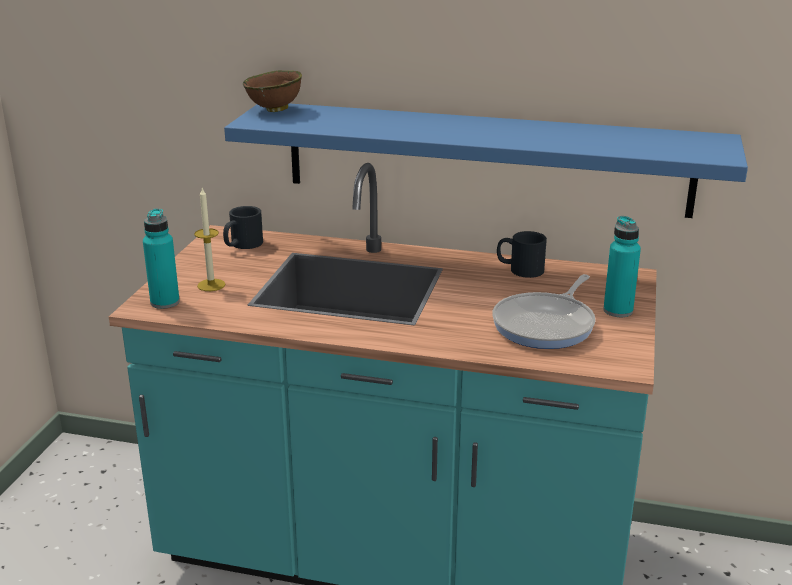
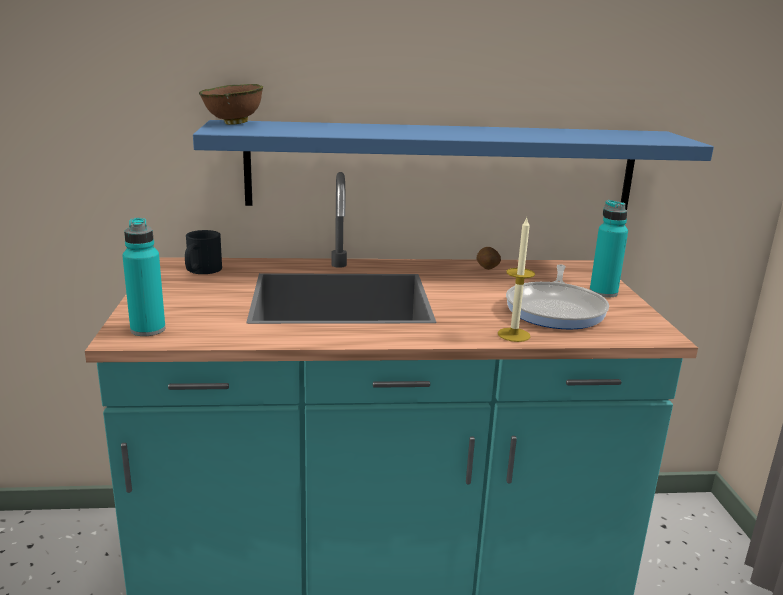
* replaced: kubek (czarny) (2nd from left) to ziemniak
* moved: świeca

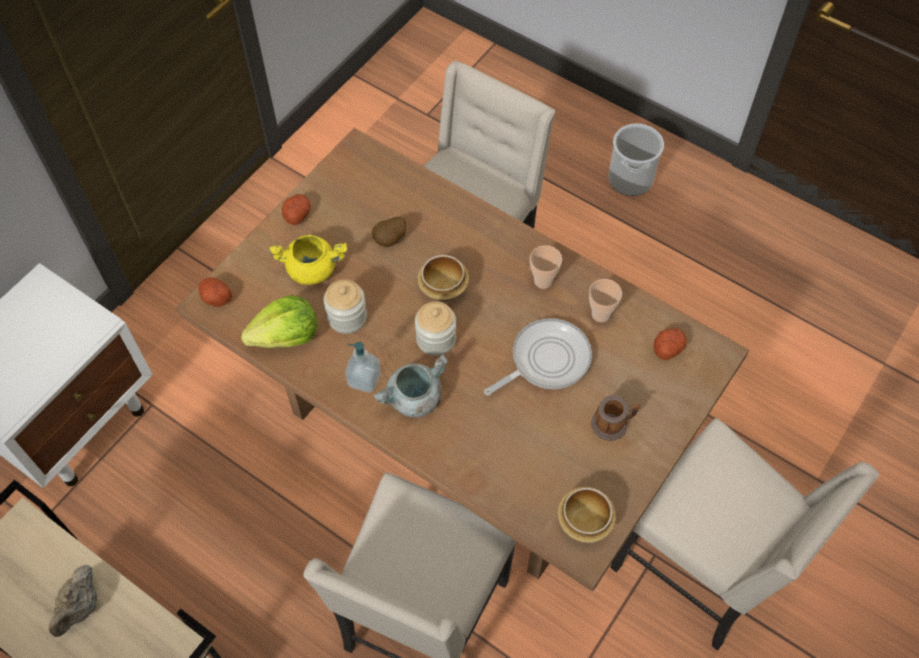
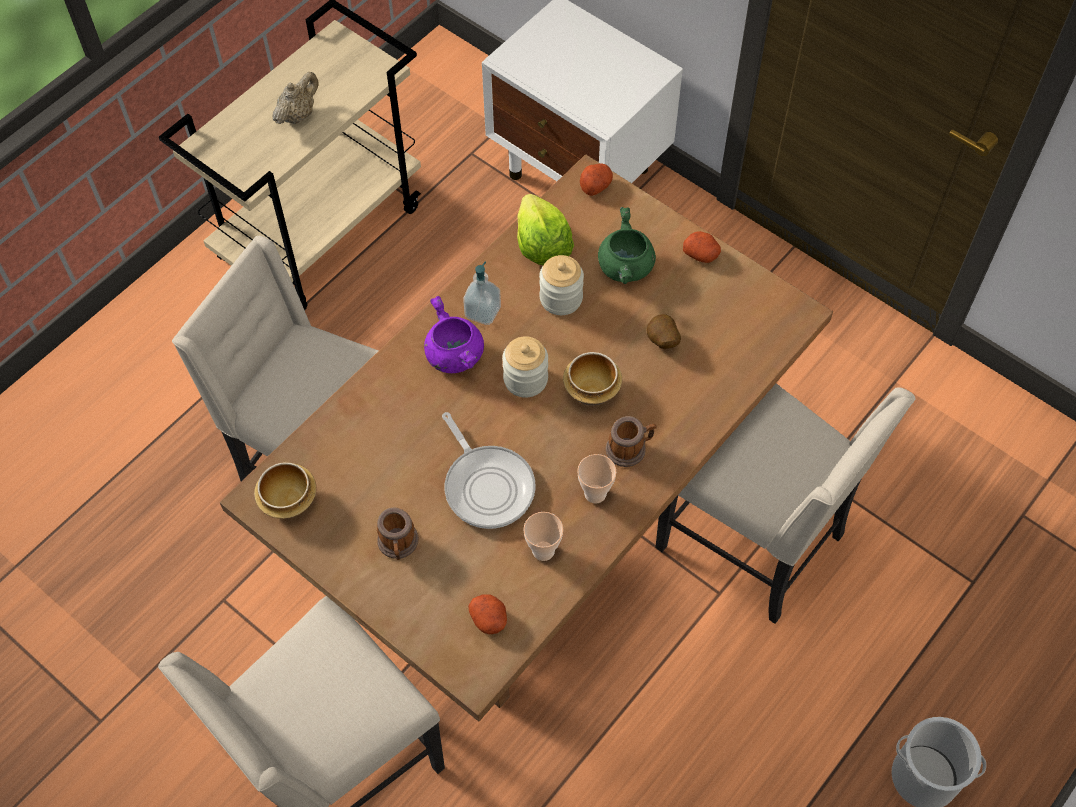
* turned: imbryk (beżowy) 105 degrees clockwise
* recoloured: garnek (szary) to garnek (fioletowy)
* recoloured: garnek (żółty) to garnek (zielony)
* added: kubek (2nd from left)

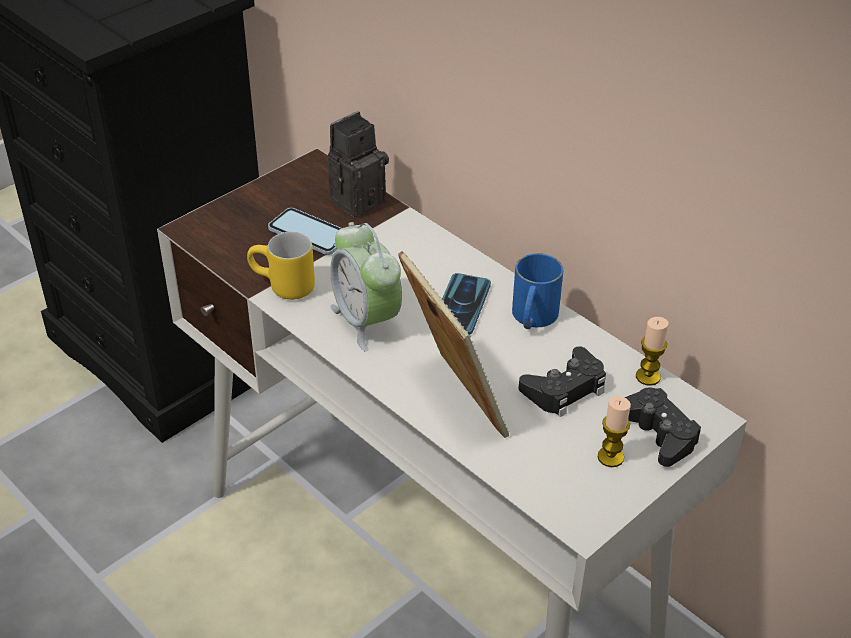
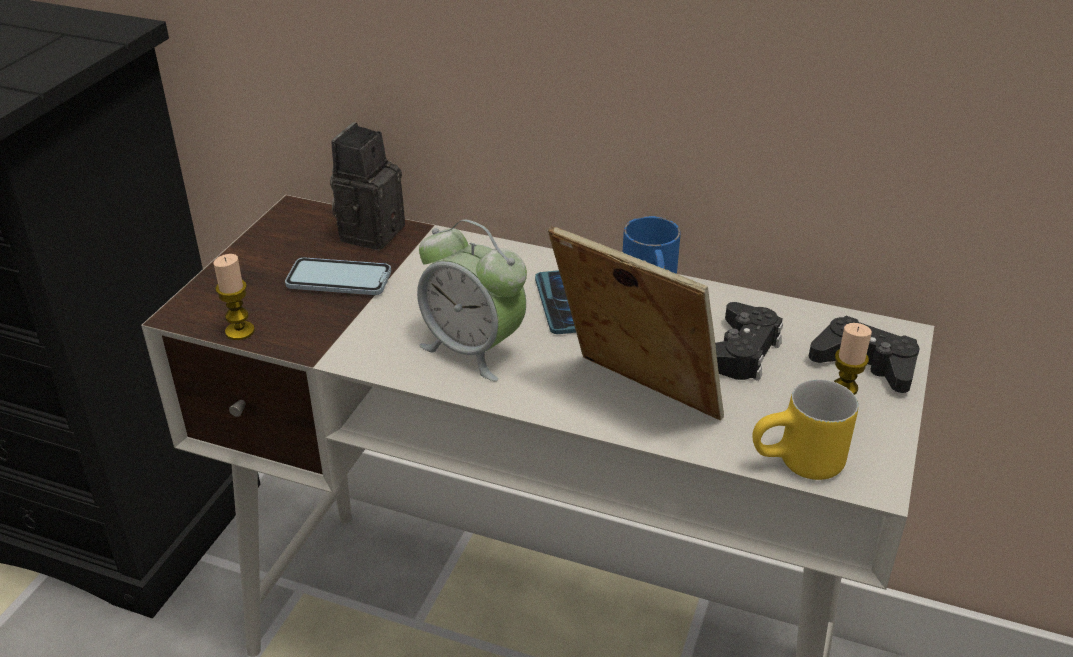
* moved: świeca (2nd from left in the first image) to świeca (1st from left)
* moved: kubek (żółty)

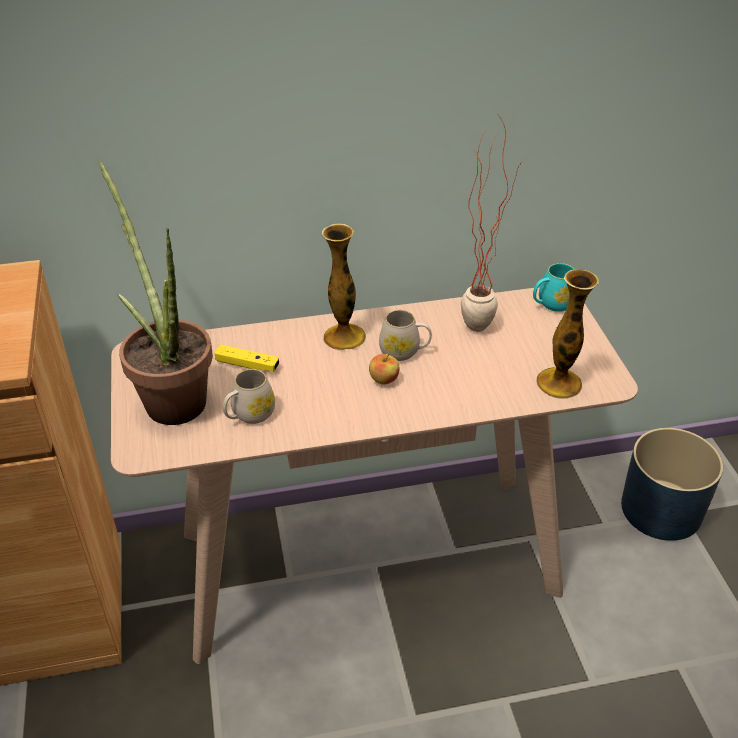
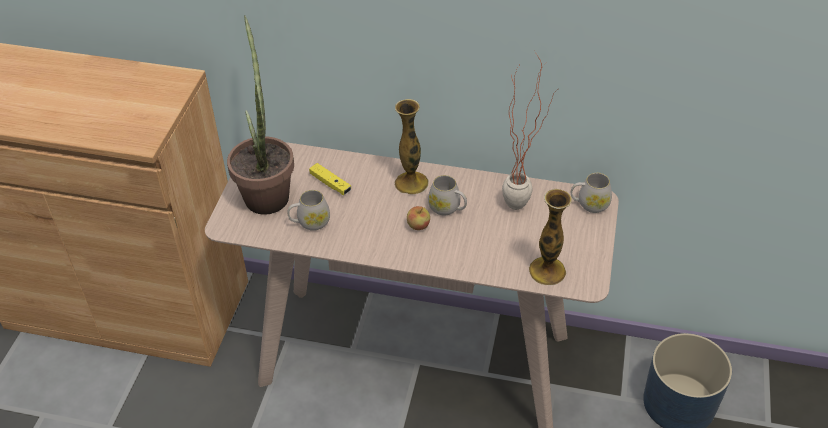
* recoloured: kubek (turkusowy) to kubek (biały) (3rd from left)

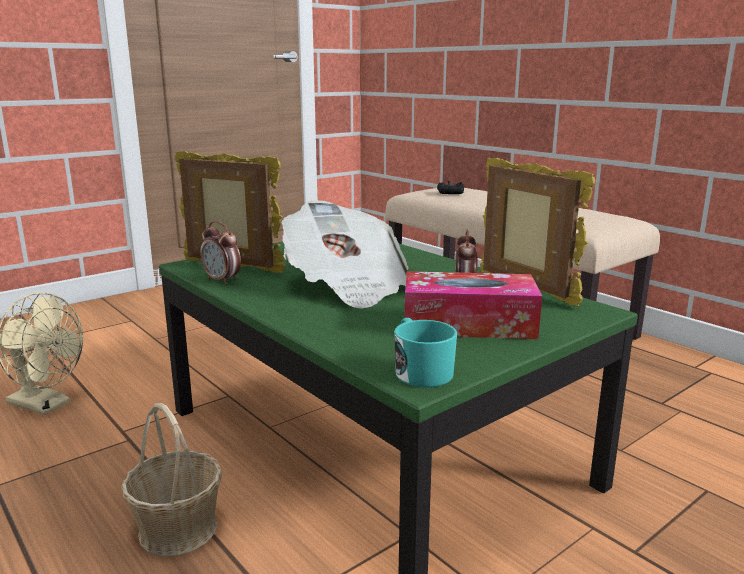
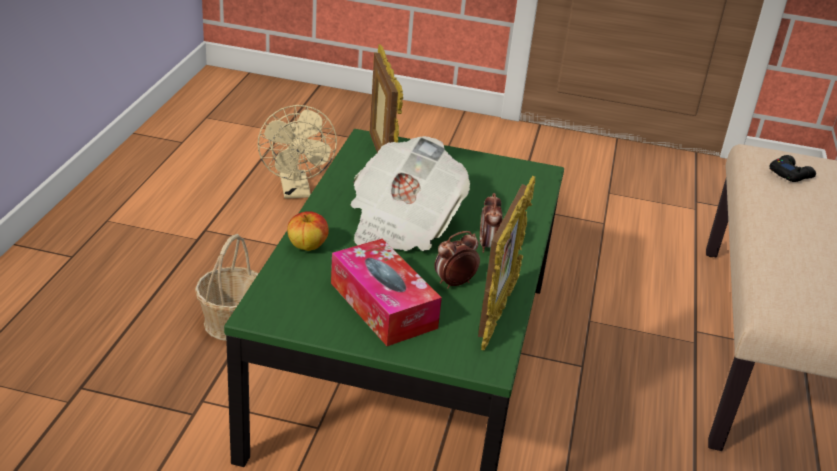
* added: jabłko
* moved: budzik (1st from left in the first image) to budzik (2nd from left)
* removed: kubek (turkusowy)

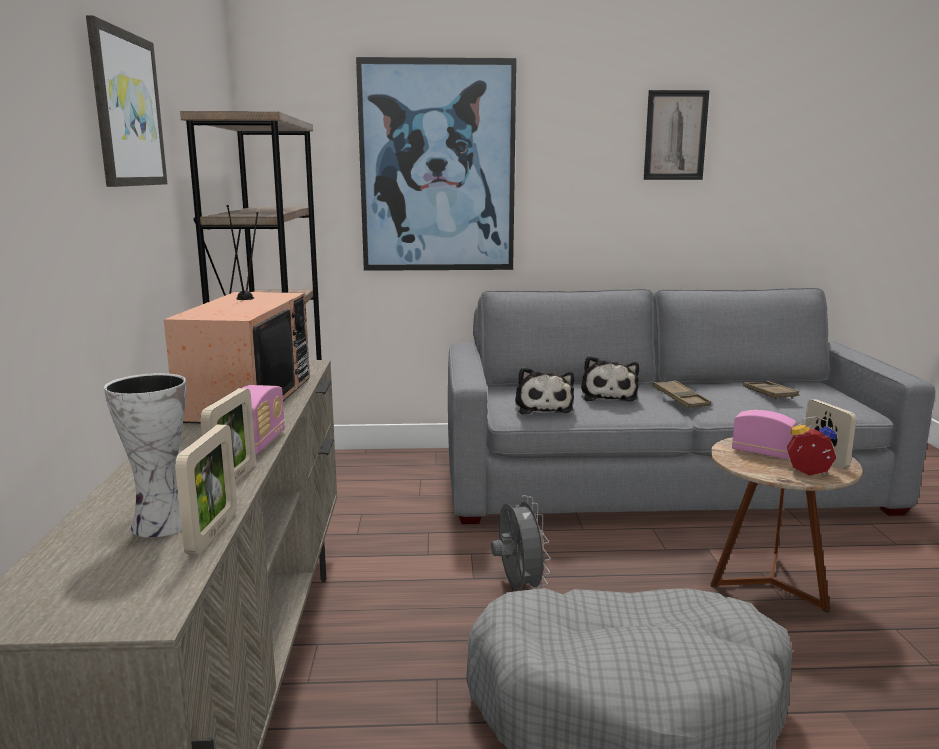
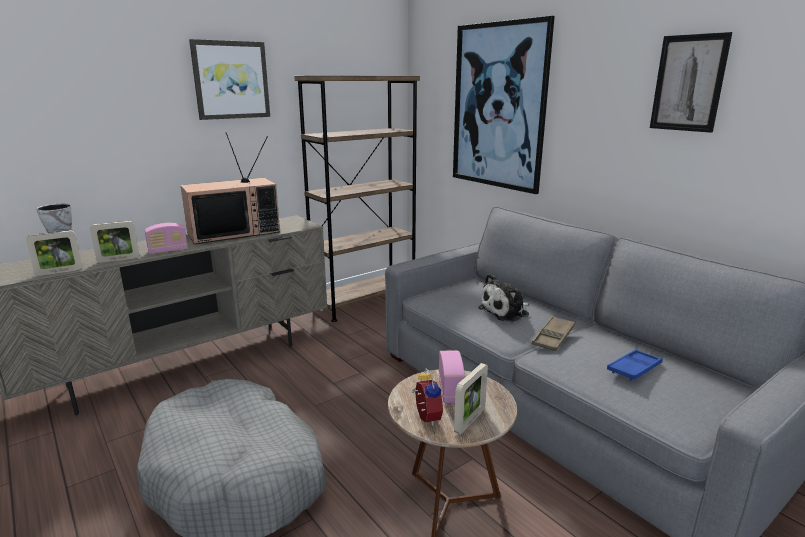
* recoloured: taca (brązowy) (2nd from left) to taca (niebieski)
* removed: wentylator (szary)
* removed: pluszak (1st from left)

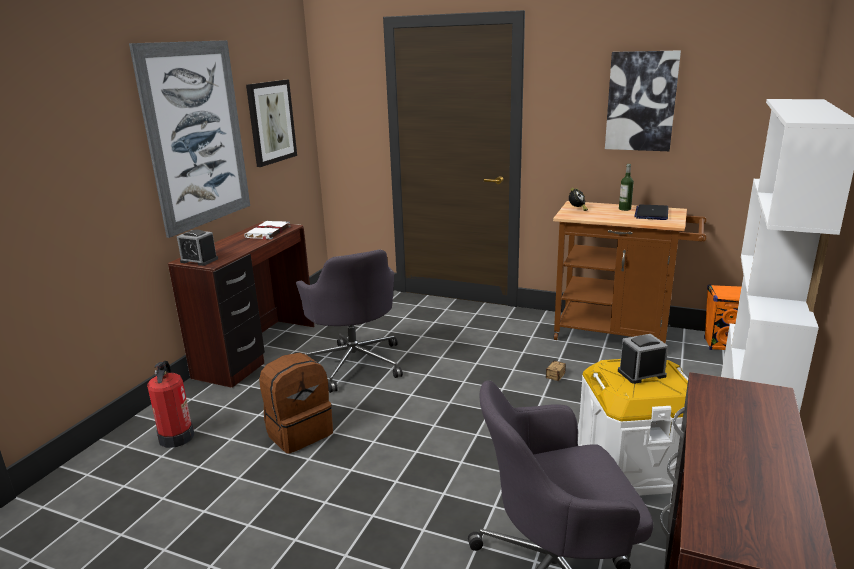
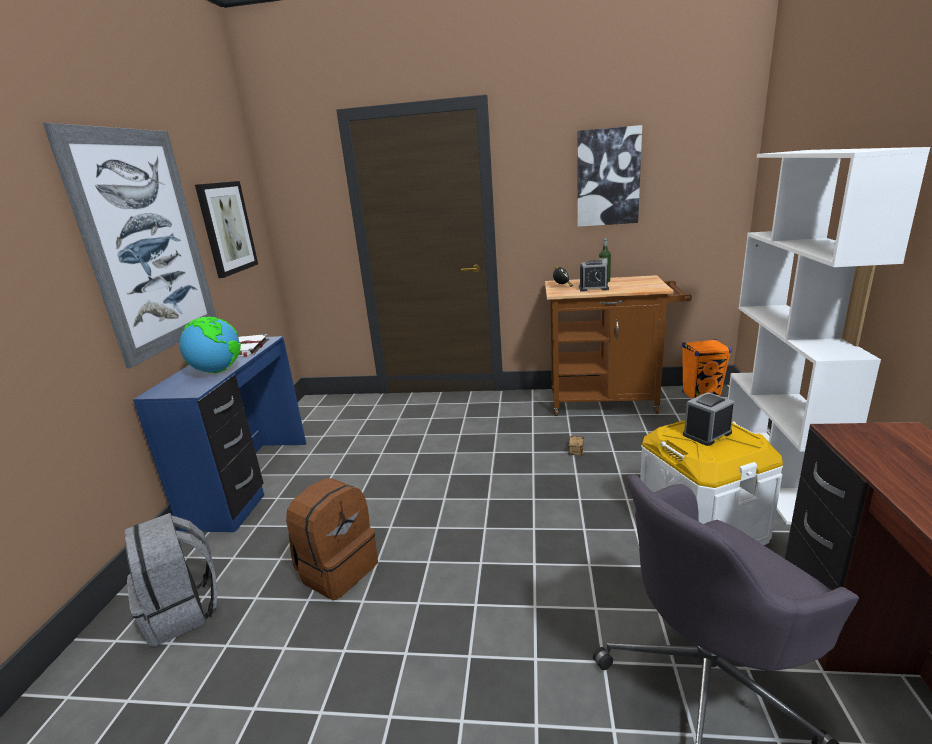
* replaced: gaśnica to plecak (szary)
* recoloured: biurko (brązowy) (1st from left) to biurko (niebieski)
* added: globus
* moved: budzik (1st from left in the first image) to budzik (2nd from left)
* removed: krzesło biurowe (szary) (1st from left)
* removed: laptop

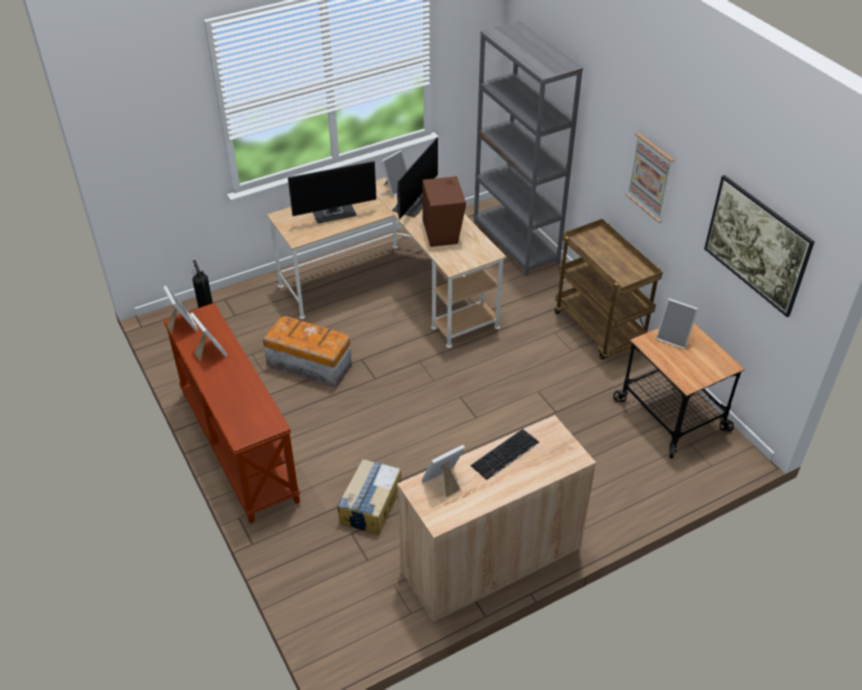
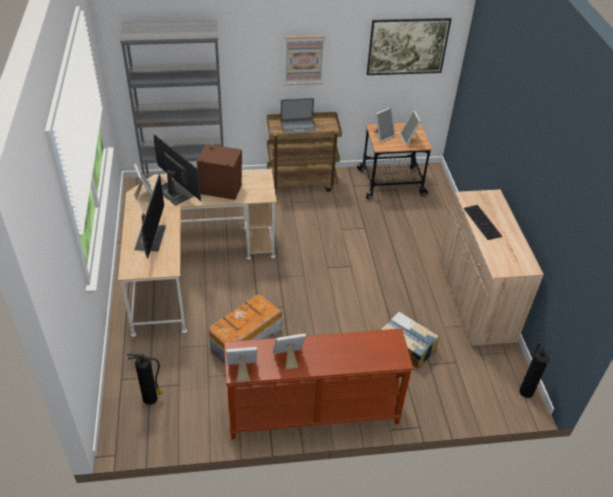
* added: laptop
* moved: ramka na zdjęcie (4th from left in the first image) to ramka na zdjęcie (5th from left)
* added: gaśnica (2nd from left)

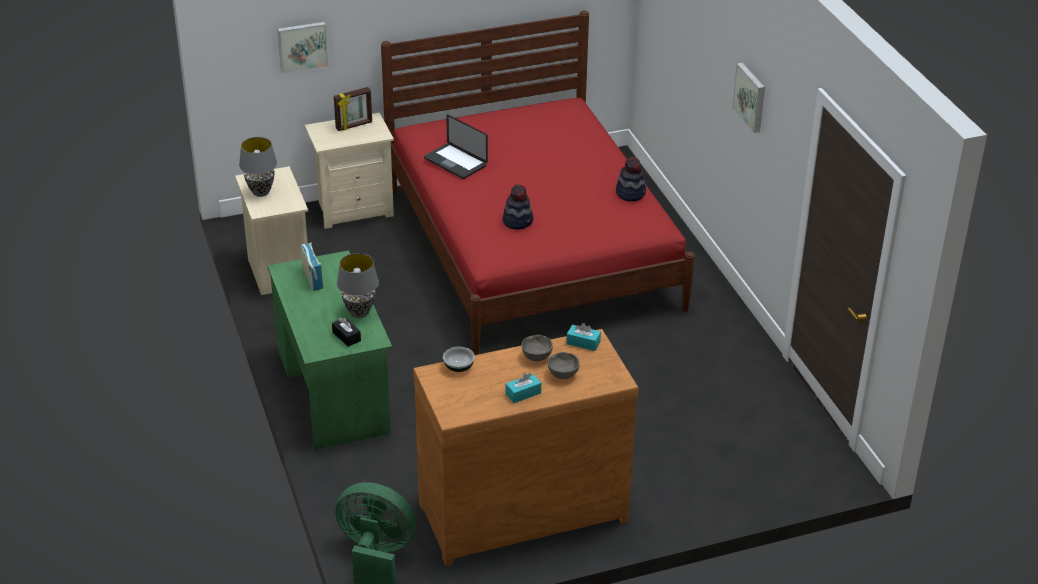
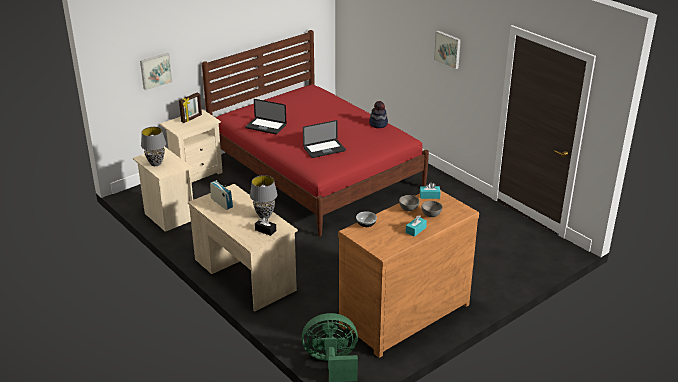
* recoloured: biurko (zielony) to biurko (beżowy)
* replaced: kapelusz (1st from left) to laptop (2nd from left)

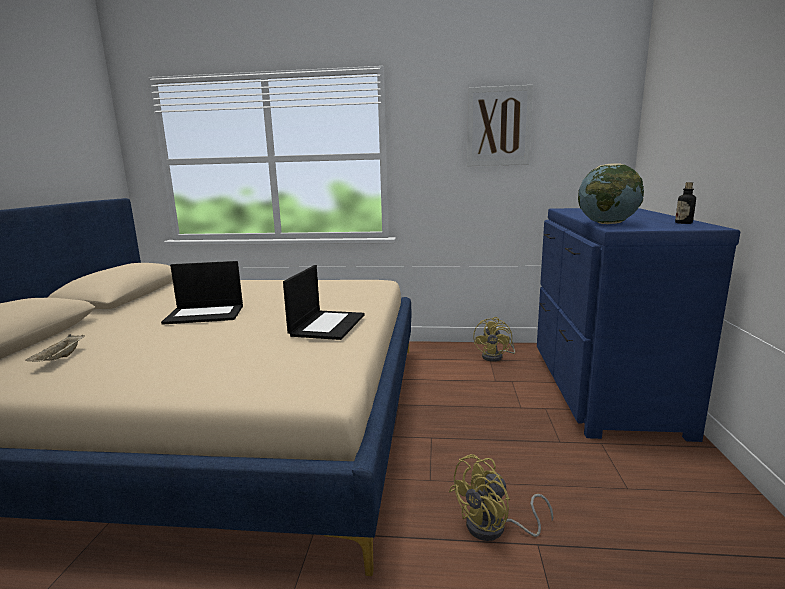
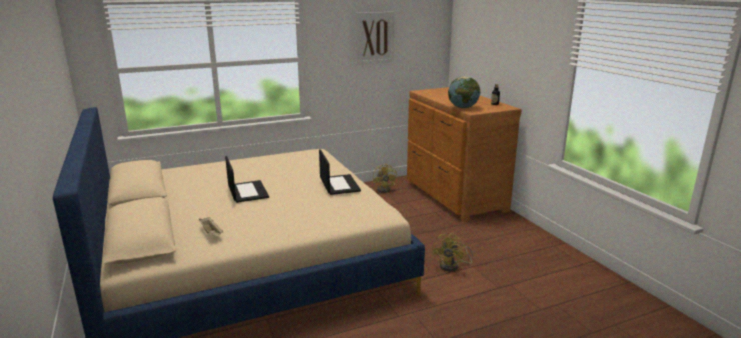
* turned: laptop (1st from left) 75 degrees counterclockwise
* recoloured: komoda (niebieski) to komoda (brązowy)

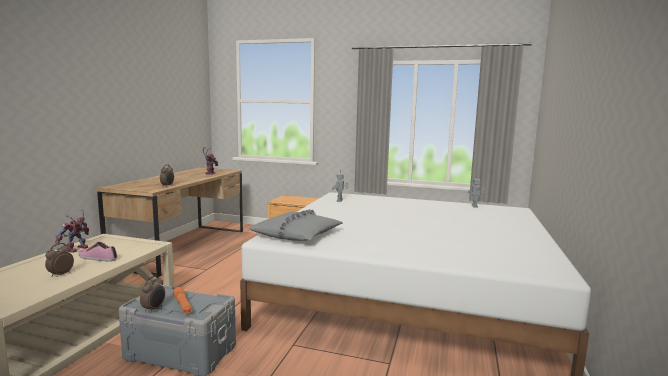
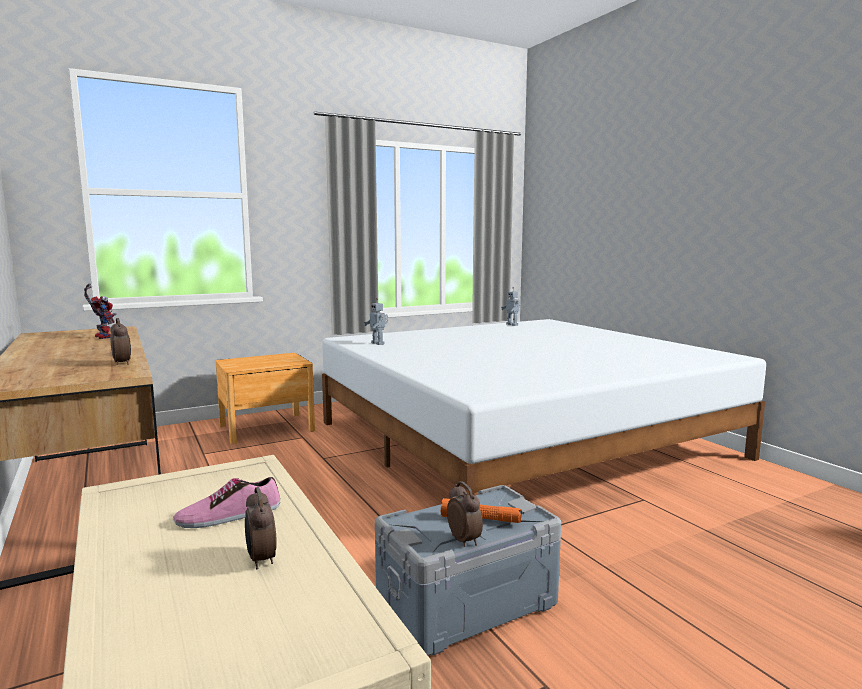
* removed: robot zabawkowy (1st from left)
* removed: poduszka (szary)

